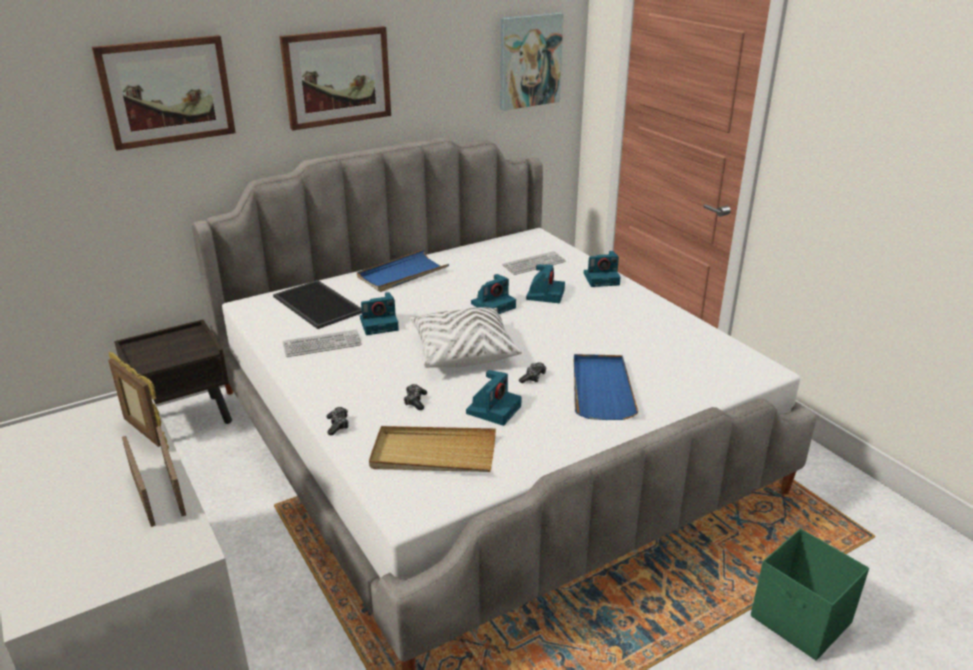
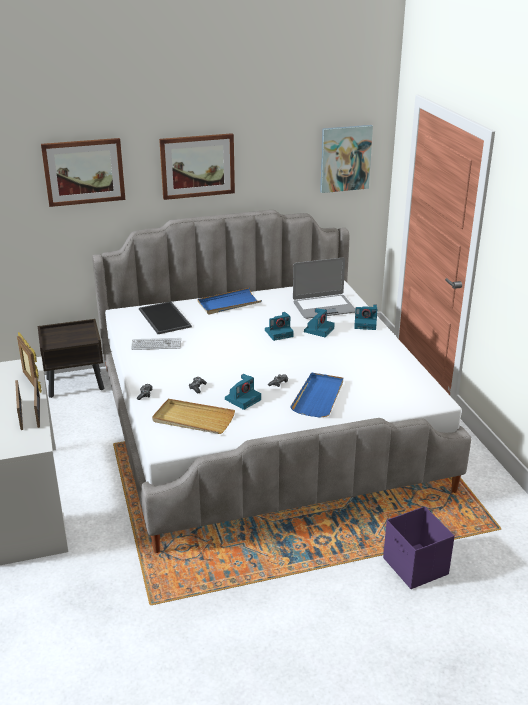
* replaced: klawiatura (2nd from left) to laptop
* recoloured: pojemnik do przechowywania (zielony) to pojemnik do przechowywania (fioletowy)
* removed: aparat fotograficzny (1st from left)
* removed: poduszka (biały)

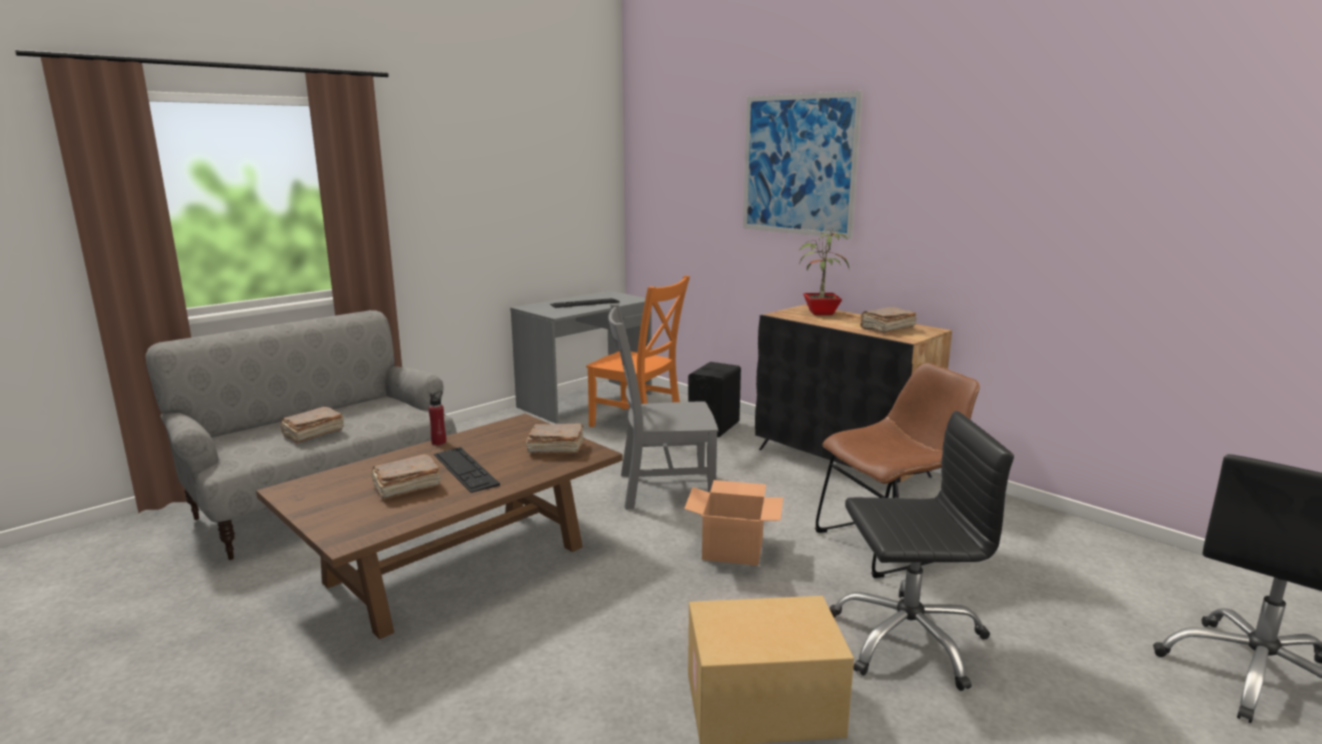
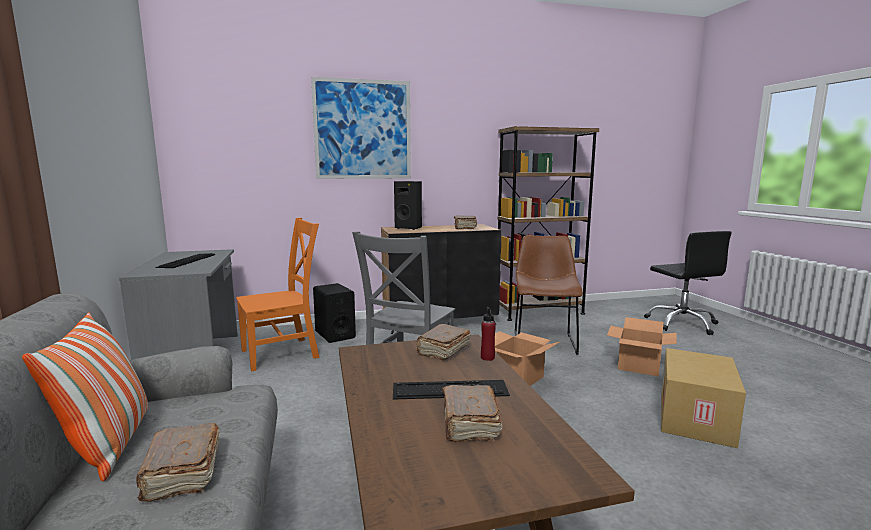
* added: poduszka
* replaced: roślina doniczkowa to głośnik (czarny) (2nd from left)
* moved: butelka (czerwony)
* added: regał (brązowy)
* replaced: krzesło biurowe (czarny) (1st from left) to karton (2nd from left)

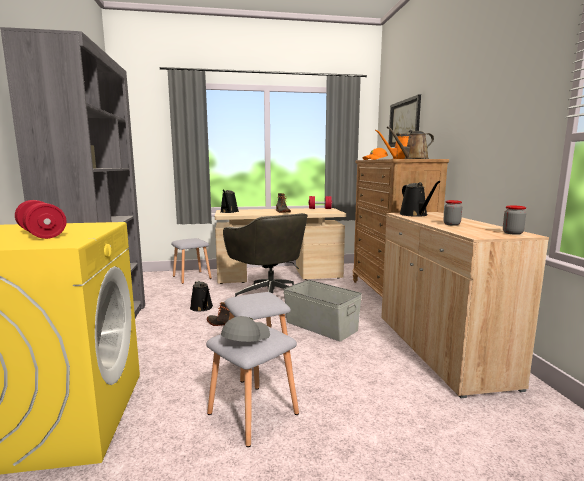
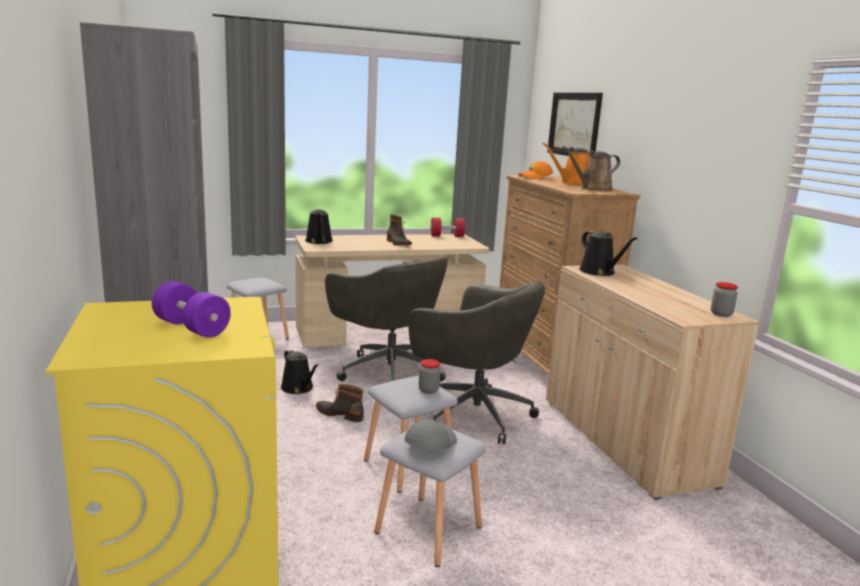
* recoloured: hantel (czerwony) (1st from left) to hantel (fioletowy)
* replaced: pojemnik do przechowywania (szary) to krzesło biurowe (szary) (2nd from left)
* moved: słoik (1st from left)

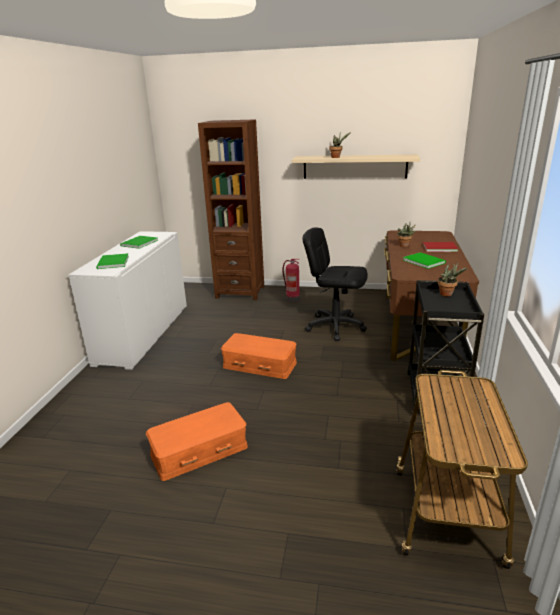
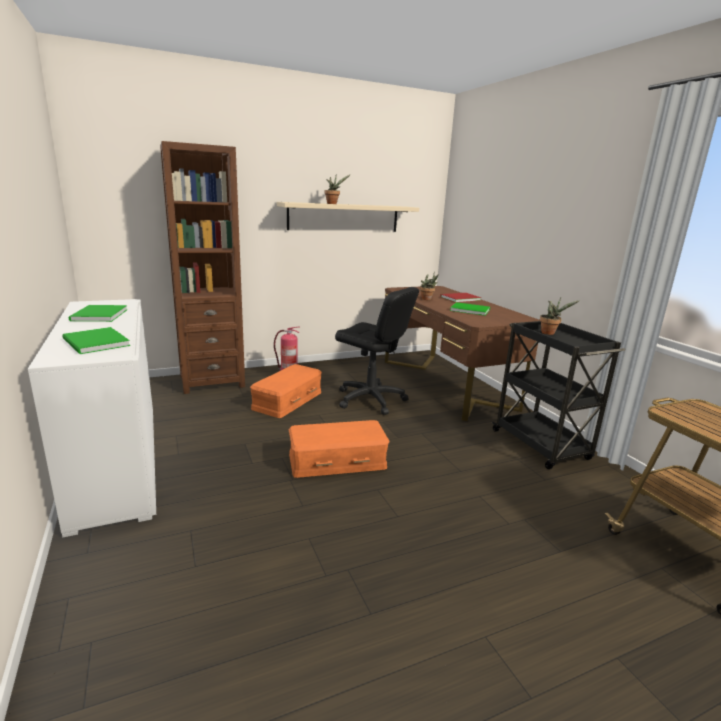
* moved: pojemnik do przechowywania (pomarańczowy) (1st from left)
* turned: krzesło biurowe (czarny) 135 degrees counterclockwise

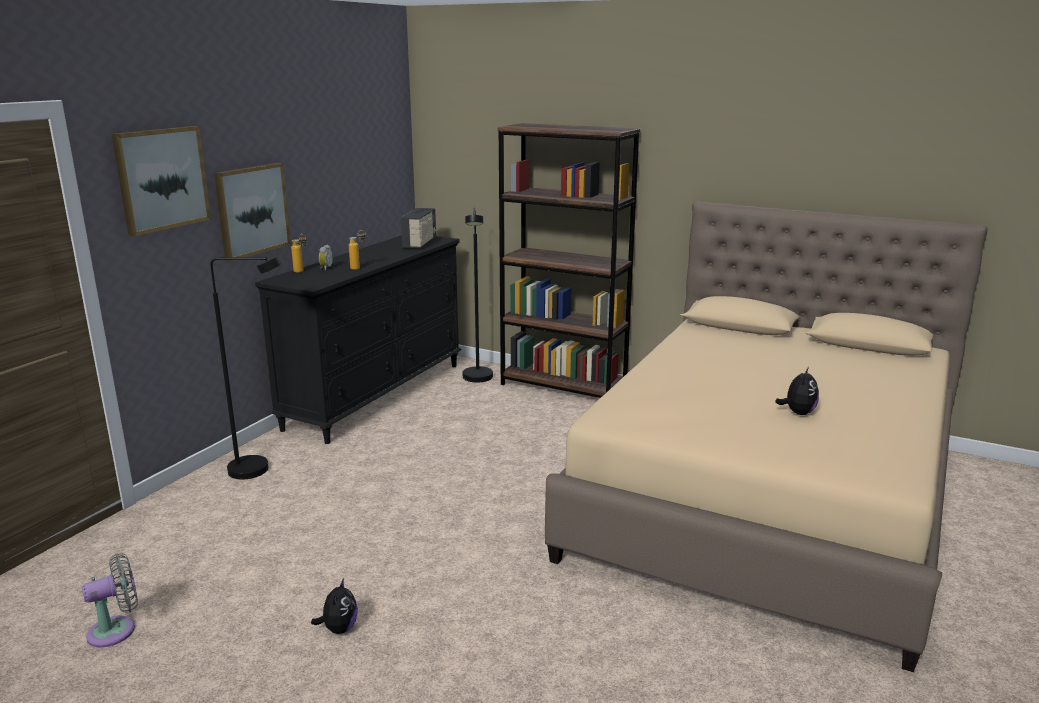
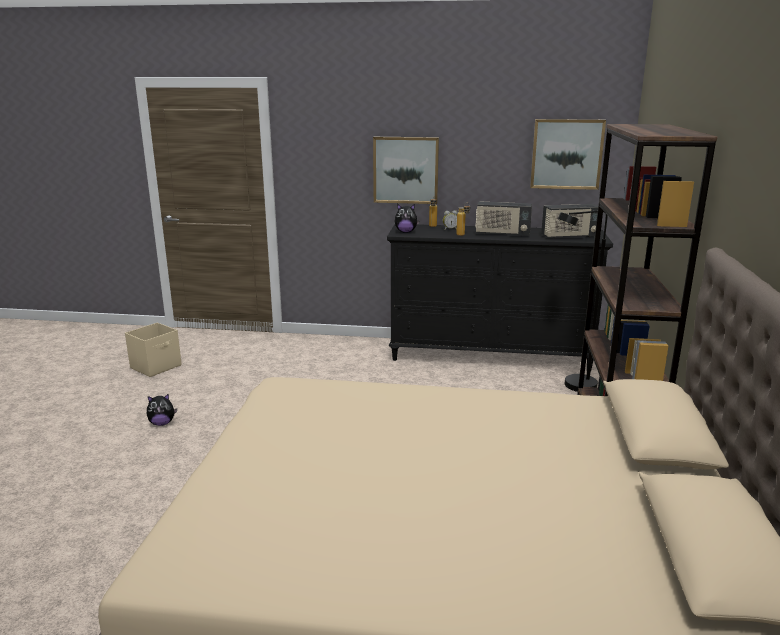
* replaced: wentylator (szary) to pojemnik do przechowywania (beżowy)
* moved: pluszak (2nd from left)
* added: radio (1st from left)
* moved: obraz (1st from left in the first image) to obraz (2nd from left)
* removed: lampa stojąca (czarny) (1st from left)

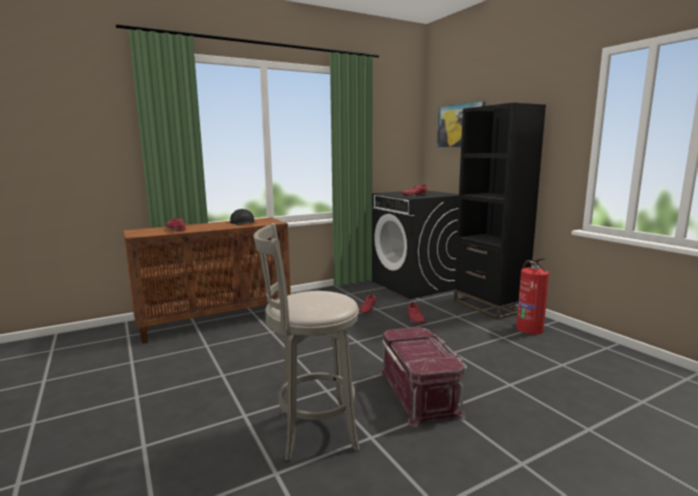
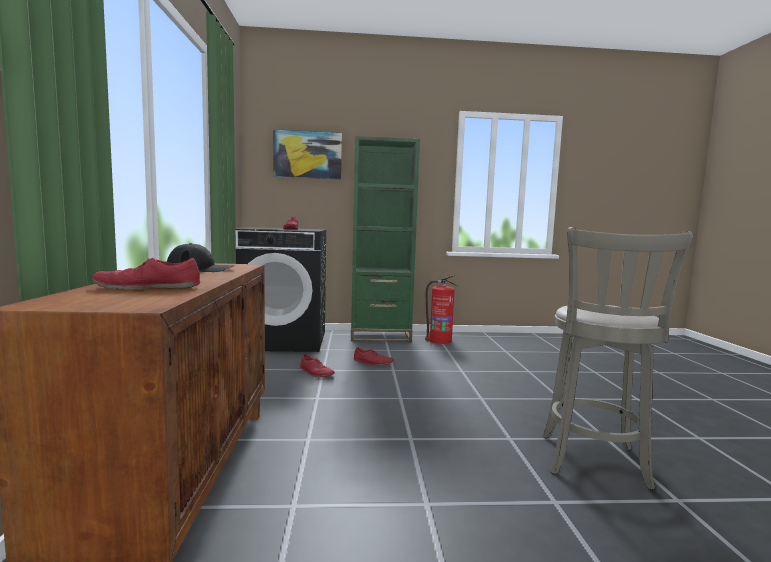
* recoloured: regał (czarny) to regał (zielony)
* removed: pojemnik do przechowywania (czerwony)

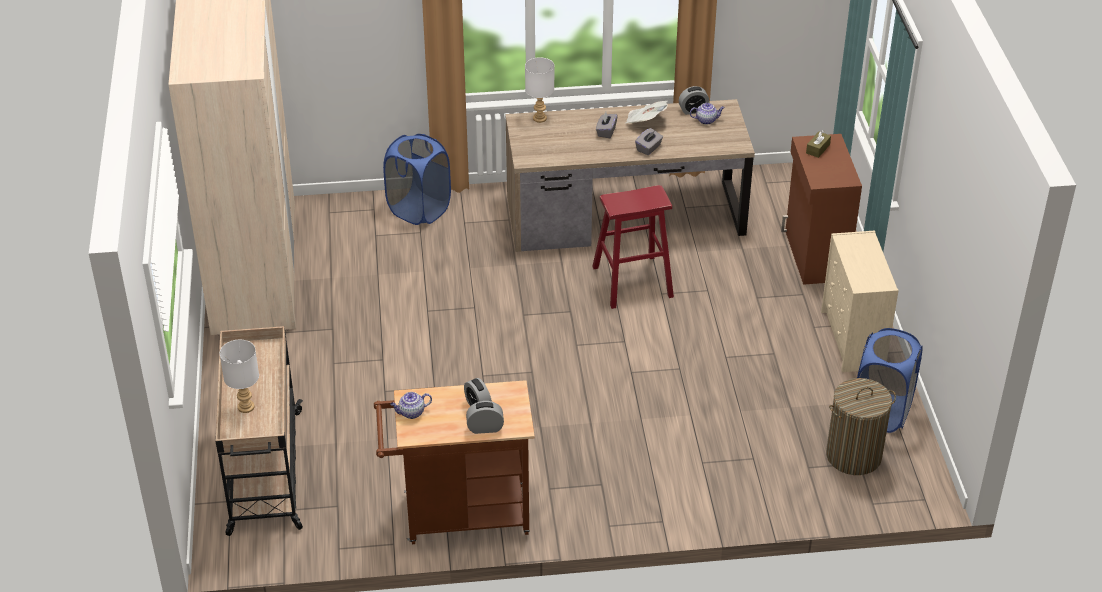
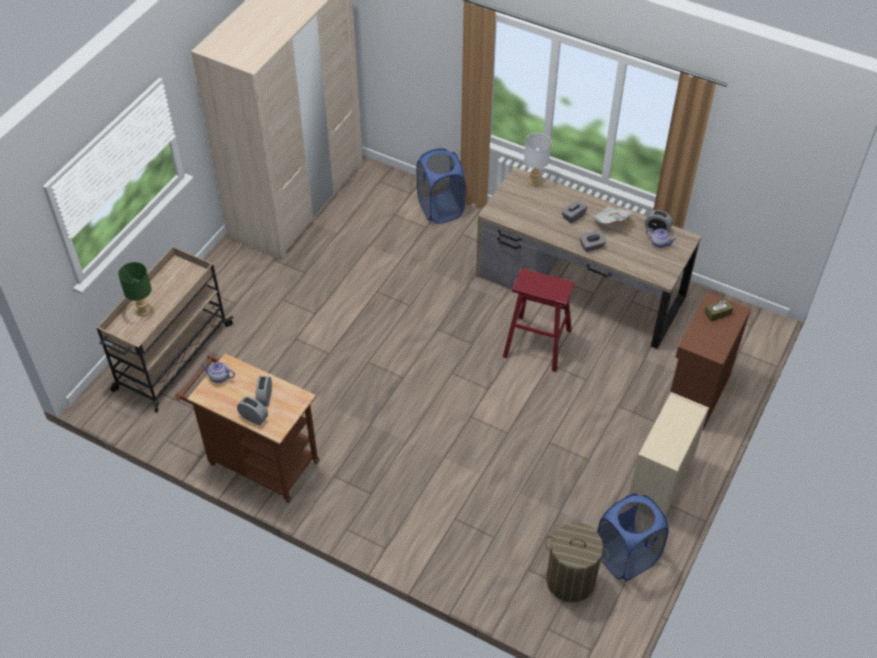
* recoloured: lampa stołowa (biały) (1st from left) to lampa stołowa (zielony)

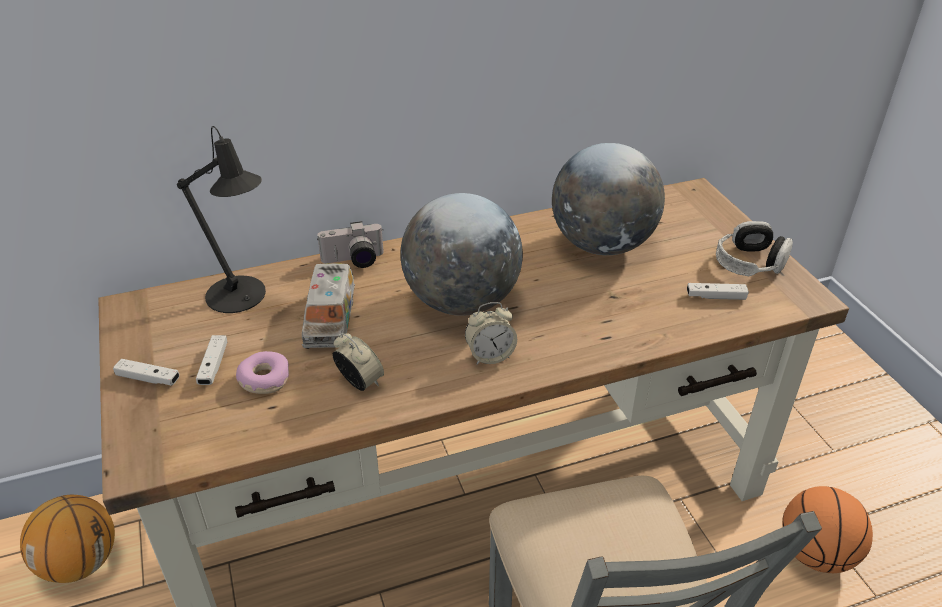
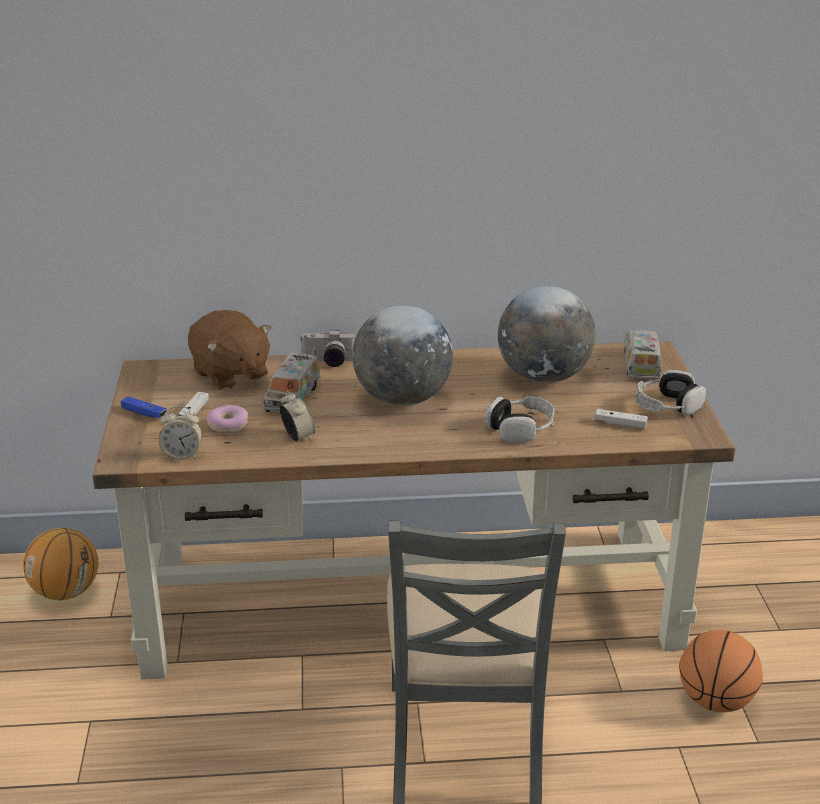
* recoloured: pad do gier (biały) (1st from left) to pad do gier (niebieski)
* moved: budzik (2nd from left in the first image) to budzik (1st from left)
* replaced: lampa stołowa (czarny) to pluszak (brązowy)
* added: słuchawki (1st from left)
* added: ciężarówka zabawkowa (2nd from left)

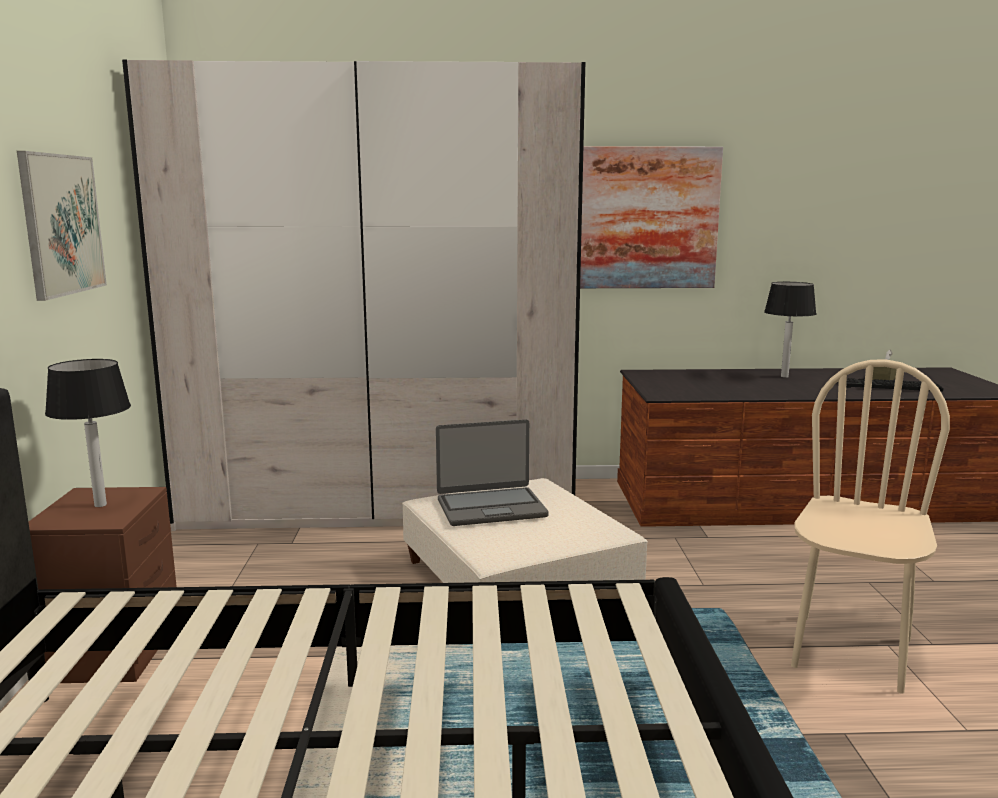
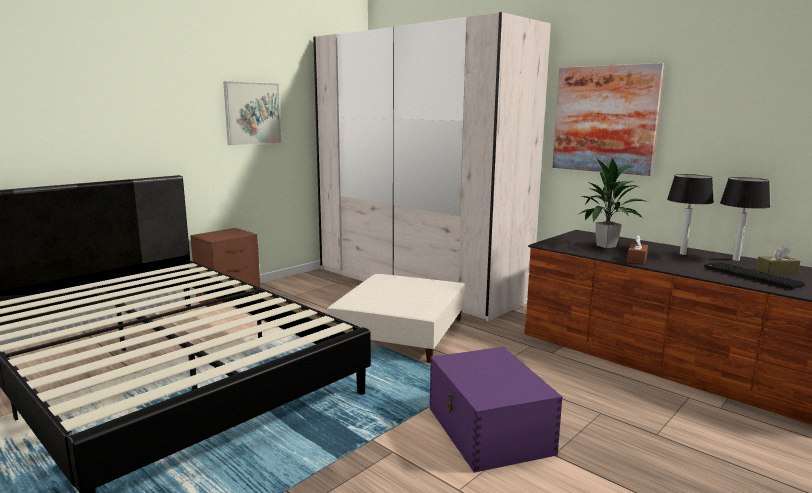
* replaced: krzesło (beżowy) to pojemnik do przechowywania (fioletowy)
* added: roślina doniczkowa
* added: pudełko chusteczek (brązowy) (1st from left)
* moved: lampa stołowa (1st from left in the first image) to lampa stołowa (2nd from left)
* removed: laptop

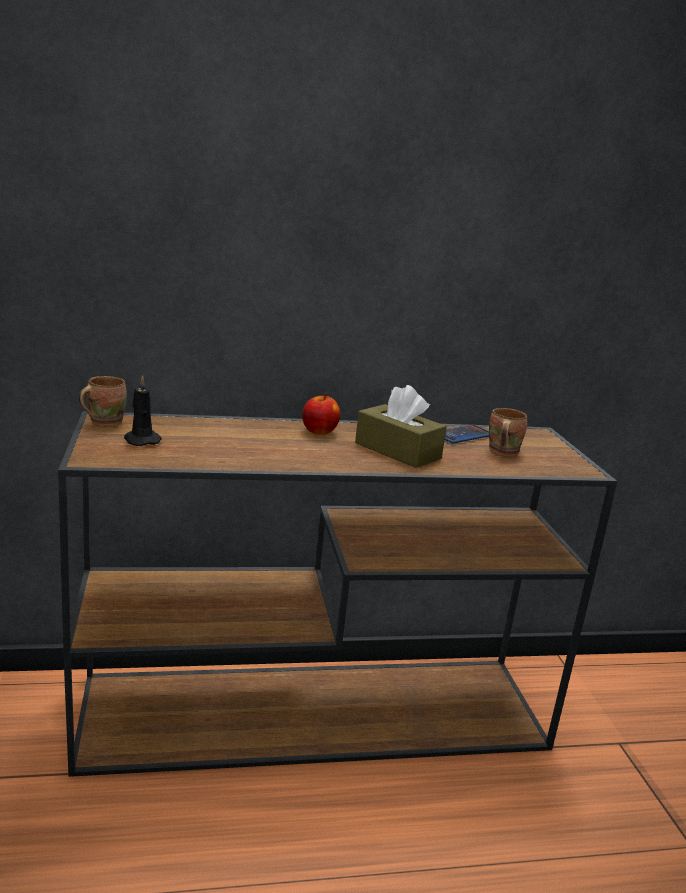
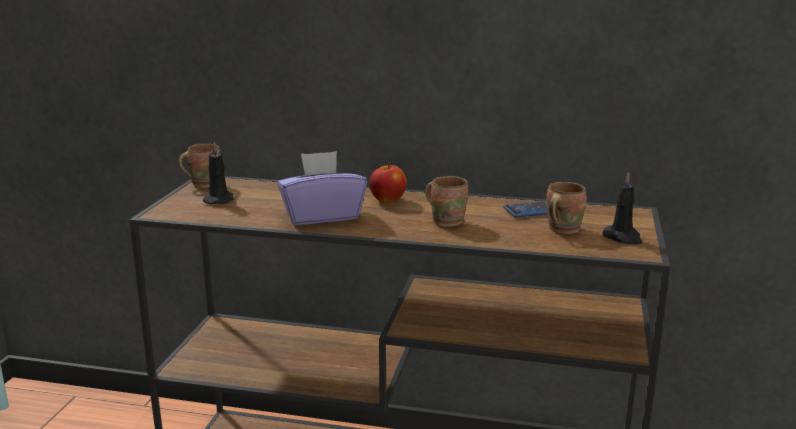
* added: pudełko chusteczek (fioletowy)
* replaced: pudełko chusteczek (brązowy) to kubek (brązowy) (2nd from left)
* added: świeca (czarny) (2nd from left)

